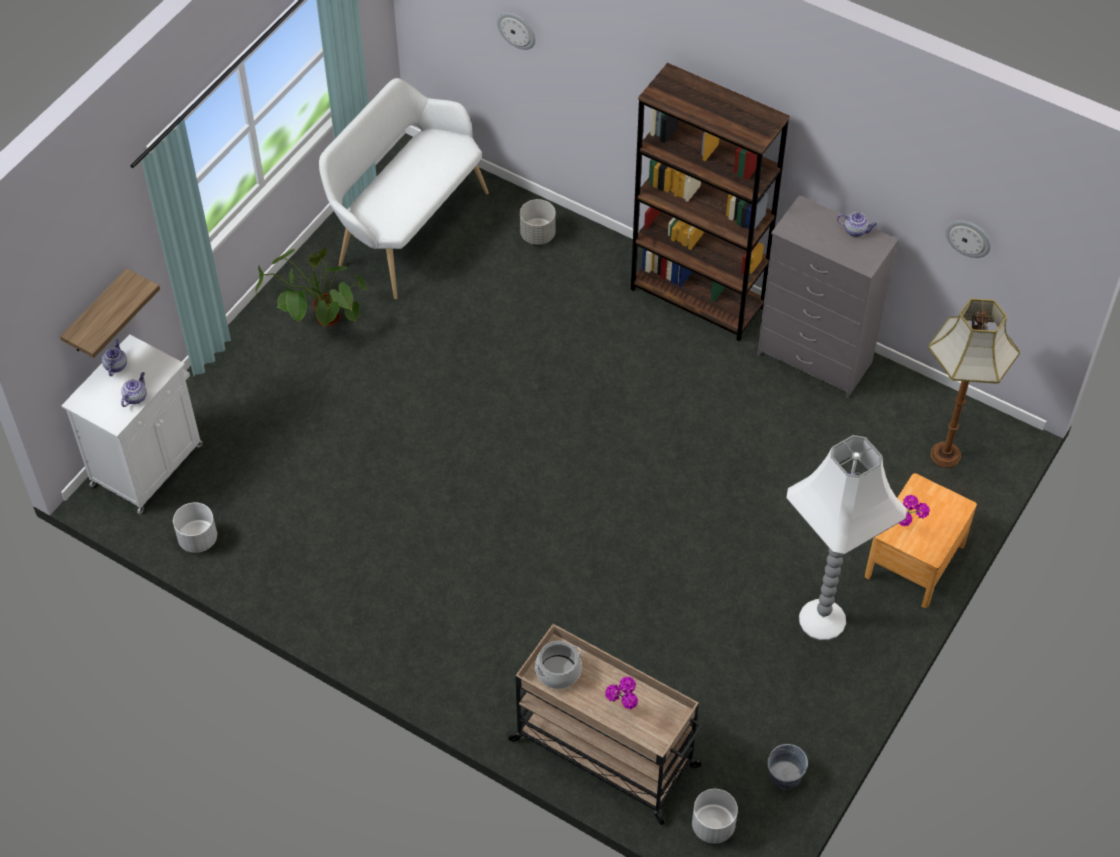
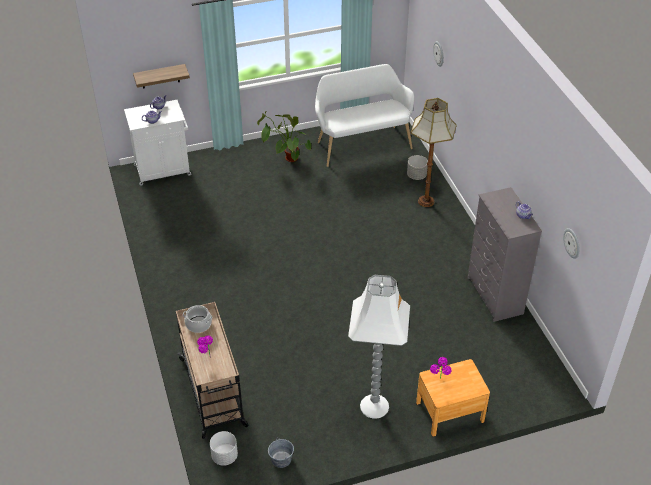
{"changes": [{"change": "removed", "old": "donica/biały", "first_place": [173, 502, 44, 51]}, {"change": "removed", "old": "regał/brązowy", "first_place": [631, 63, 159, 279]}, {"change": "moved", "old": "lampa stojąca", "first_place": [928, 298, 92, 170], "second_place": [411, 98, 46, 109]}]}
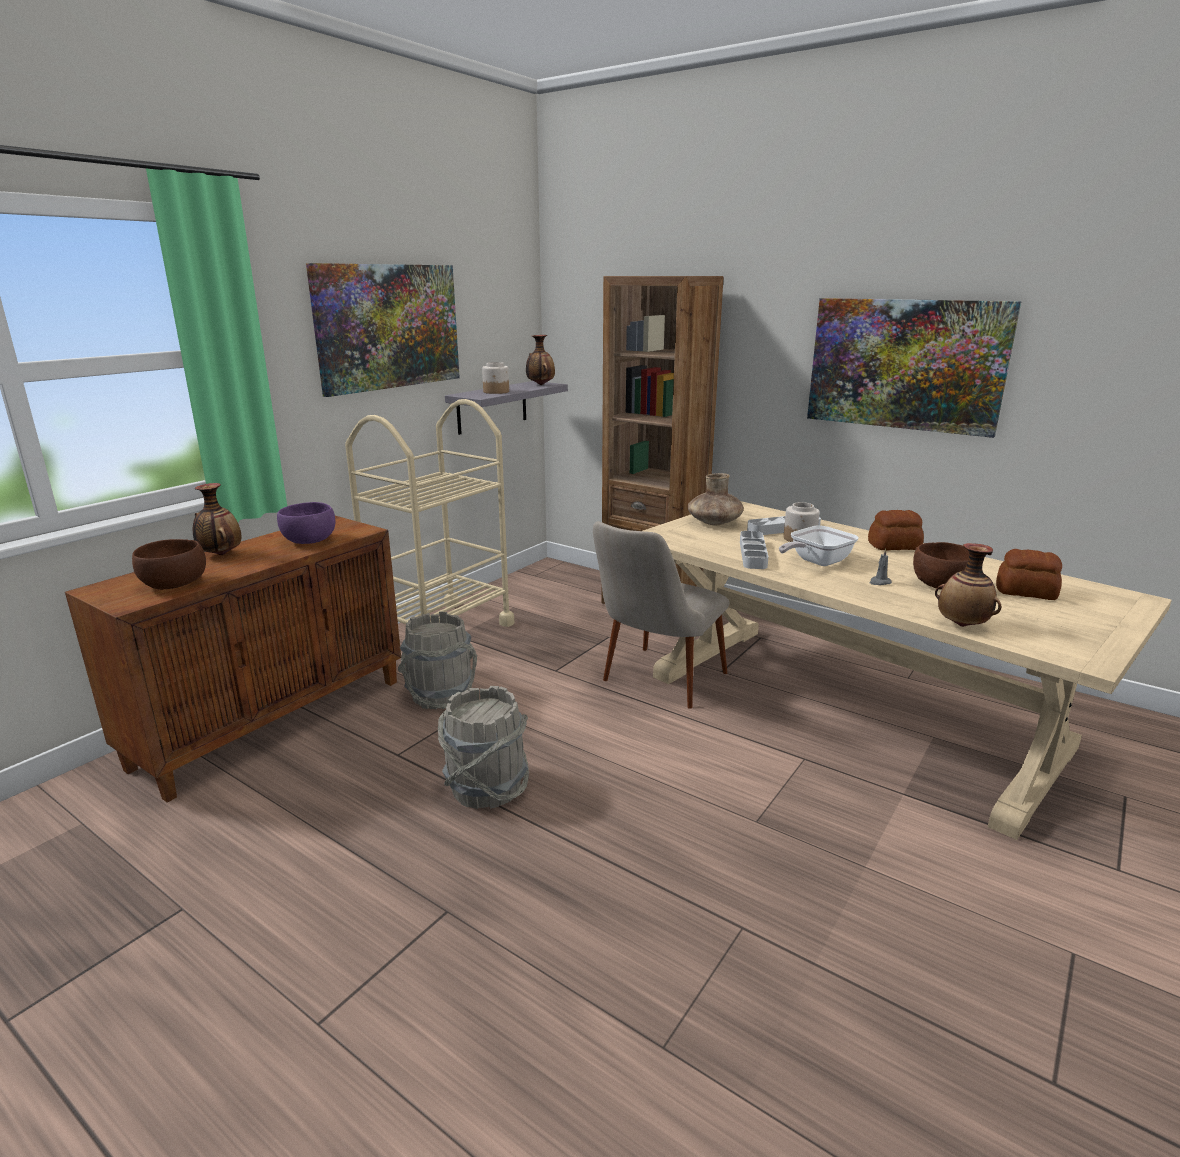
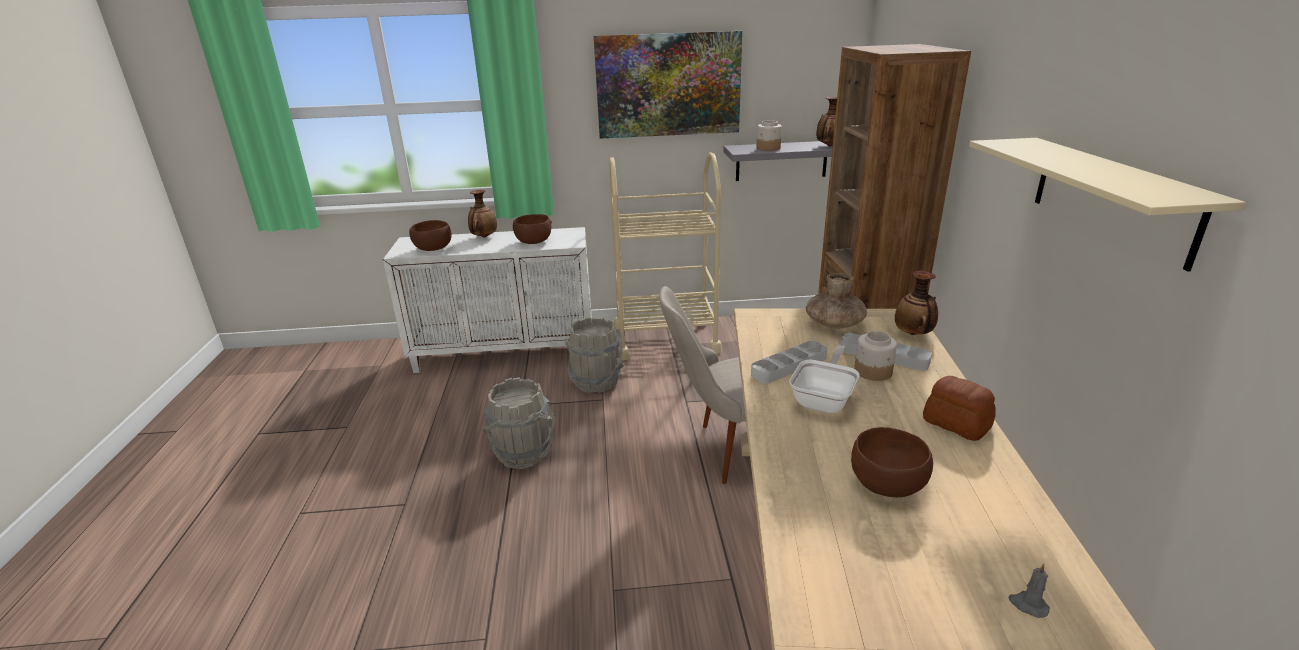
{"changes": [{"change": "recoloured", "old": "szafka/brązowy", "new": "szafka/biały", "first_place": [65, 516, 336, 287], "second_place": [383, 227, 209, 146]}, {"change": "recoloured", "old": "miska/fioletowy", "new": "miska/brązowy", "first_place": [277, 502, 58, 42], "second_place": [513, 214, 39, 30]}, {"change": "turned", "old": "patelnia", "first_place": [779, 526, 80, 40], "second_place": [789, 345, 70, 69], "degrees": 105}, {"change": "replaced", "old": "obraz", "new": "półka/beżowy", "first_place": [807, 298, 215, 140], "second_place": [969, 138, 278, 134]}, {"change": "moved", "old": "świeca/szary", "first_place": [869, 548, 23, 37], "second_place": [1008, 563, 42, 55]}, {"change": "moved", "old": "wazon", "first_place": [935, 543, 66, 84], "second_place": [895, 271, 43, 64]}, {"change": "removed", "old": "chleb", "first_place": [996, 549, 66, 51]}]}
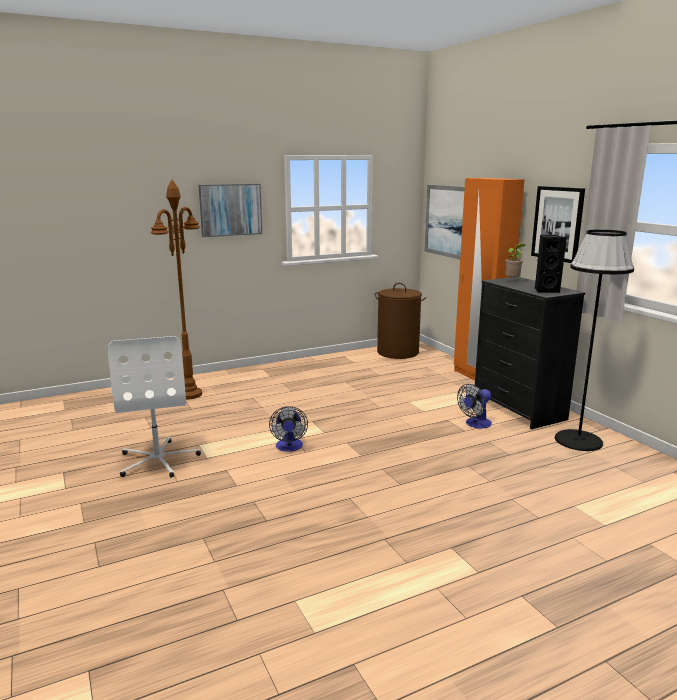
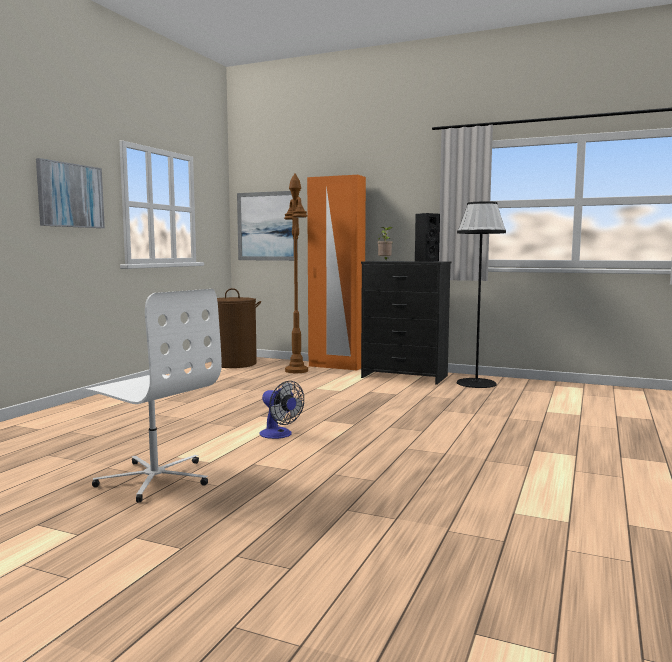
{"changes": [{"change": "moved", "old": "lampa stojąca/brązowy", "first_place": [151, 179, 51, 220], "second_place": [284, 174, 24, 199]}, {"change": "removed", "old": "wentylator", "first_place": [457, 384, 35, 44]}, {"change": "removed", "old": "obraz", "first_place": [531, 186, 54, 77]}]}
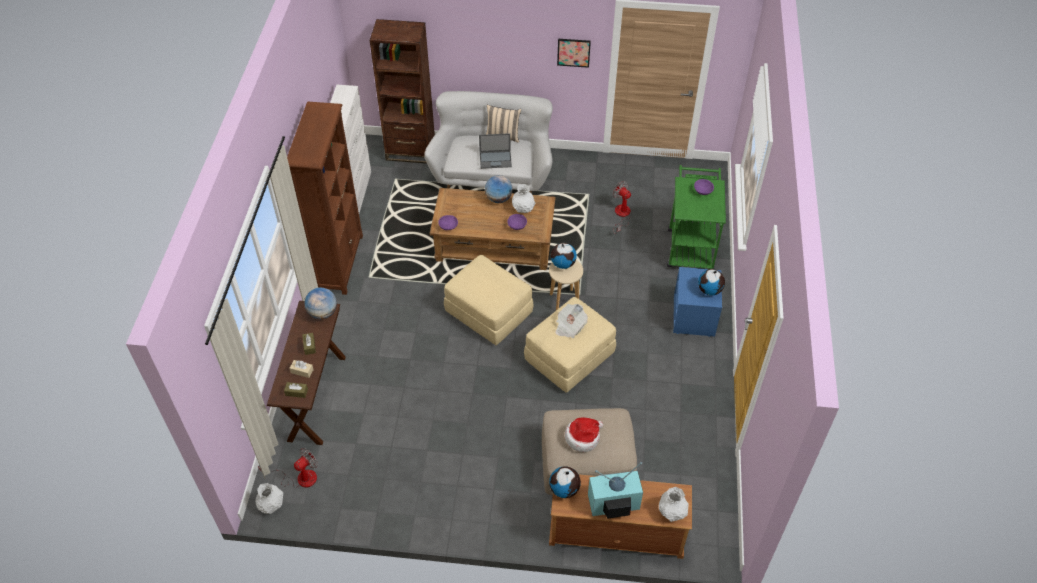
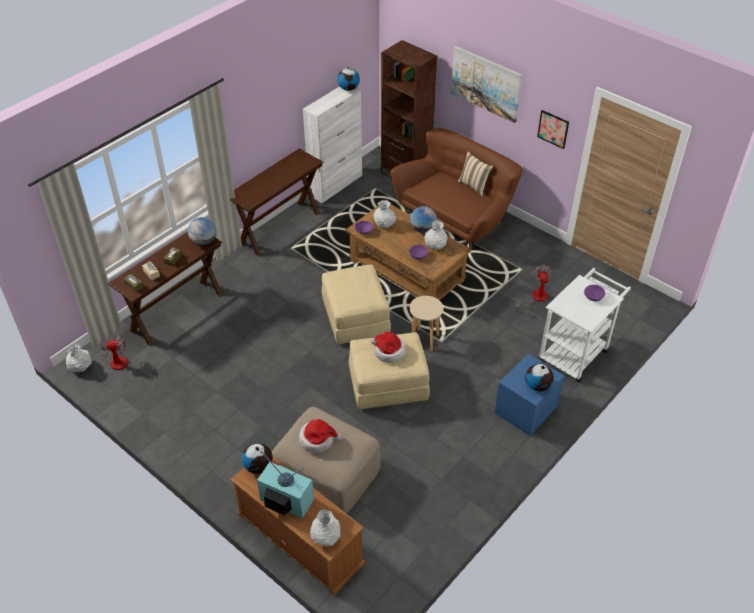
{"changes": [{"change": "replaced", "old": "regał/brązowy", "new": "stolik konsolowy/brązowy", "first_place": [287, 101, 76, 194], "second_place": [230, 149, 94, 107]}, {"change": "recoloured", "old": "kanapa/biały", "new": "kanapa/brązowy", "first_place": [425, 91, 128, 102], "second_place": [391, 128, 132, 120]}, {"change": "removed", "old": "laptop", "first_place": [479, 133, 33, 36]}, {"change": "moved", "old": "globus", "first_place": [551, 243, 26, 26], "second_place": [337, 66, 23, 25]}, {"change": "replaced", "old": "gazeta", "new": "kapelusz", "first_place": [555, 304, 33, 34], "second_place": [371, 332, 35, 31]}, {"change": "recoloured", "old": "wózek/zielony", "new": "wózek/biały", "first_place": [667, 165, 59, 104], "second_place": [539, 268, 92, 115]}, {"change": "added", "new": "wazon/biały", "second_place": [374, 200, 22, 29]}, {"change": "added", "new": "obraz", "second_place": [451, 46, 71, 77]}]}
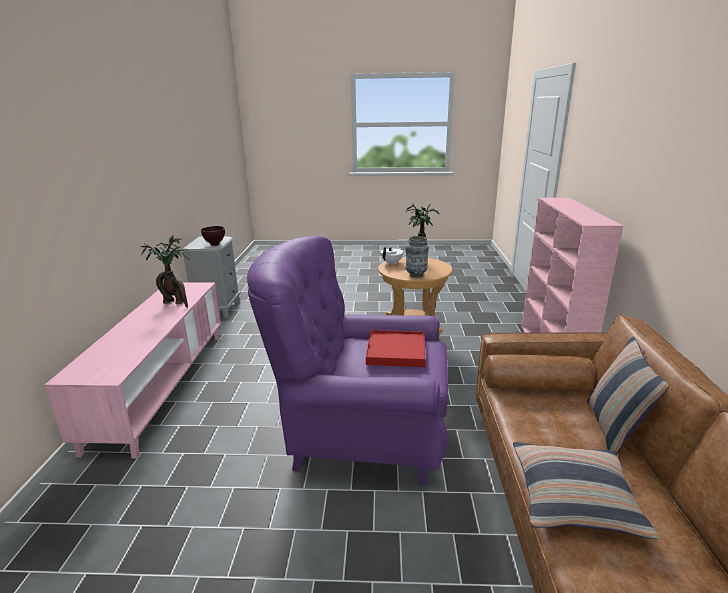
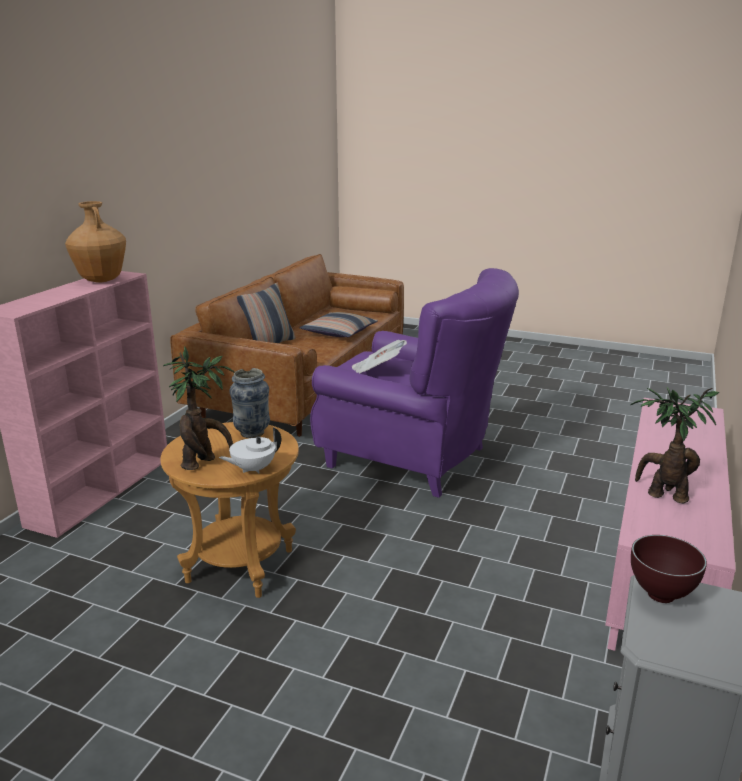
{"changes": [{"change": "replaced", "old": "taca/czerwony", "new": "gazeta", "first_place": [366, 330, 60, 37], "second_place": [352, 340, 55, 33]}, {"change": "added", "new": "wazon/brązowy", "second_place": [65, 201, 61, 82]}]}
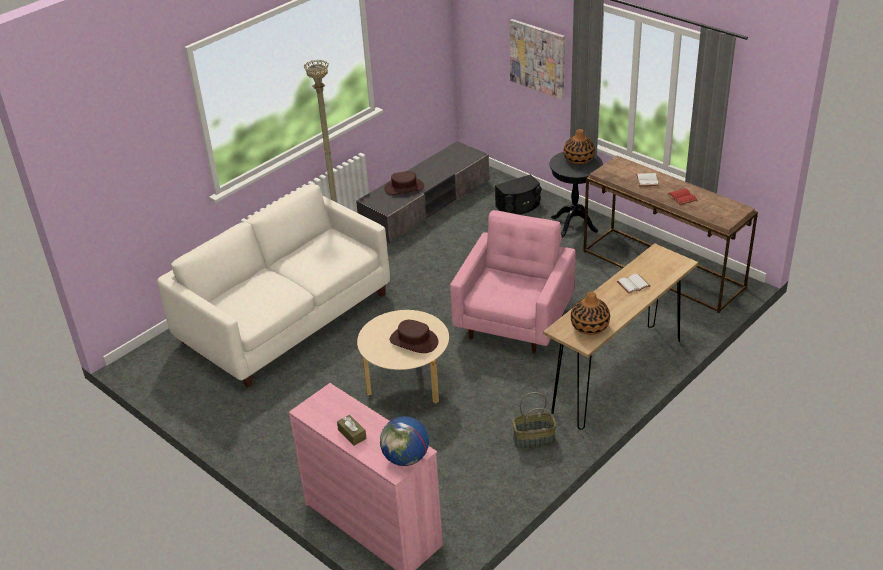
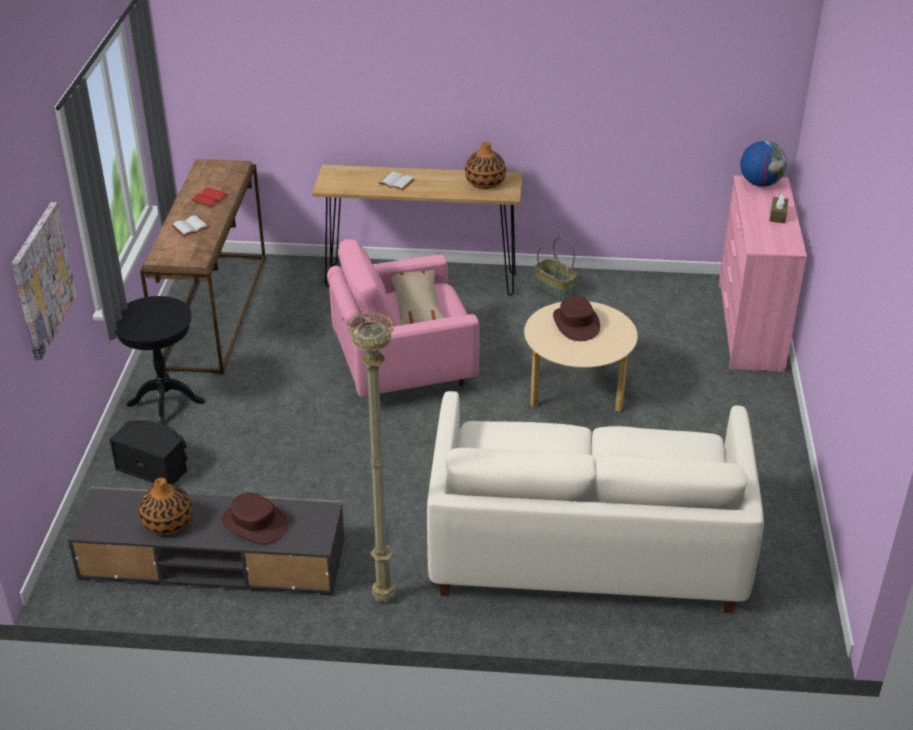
{"changes": [{"change": "moved", "old": "wazon", "first_place": [564, 129, 31, 35], "second_place": [139, 478, 53, 57]}, {"change": "added", "new": "poduszka/beżowy", "second_place": [391, 270, 54, 56]}]}
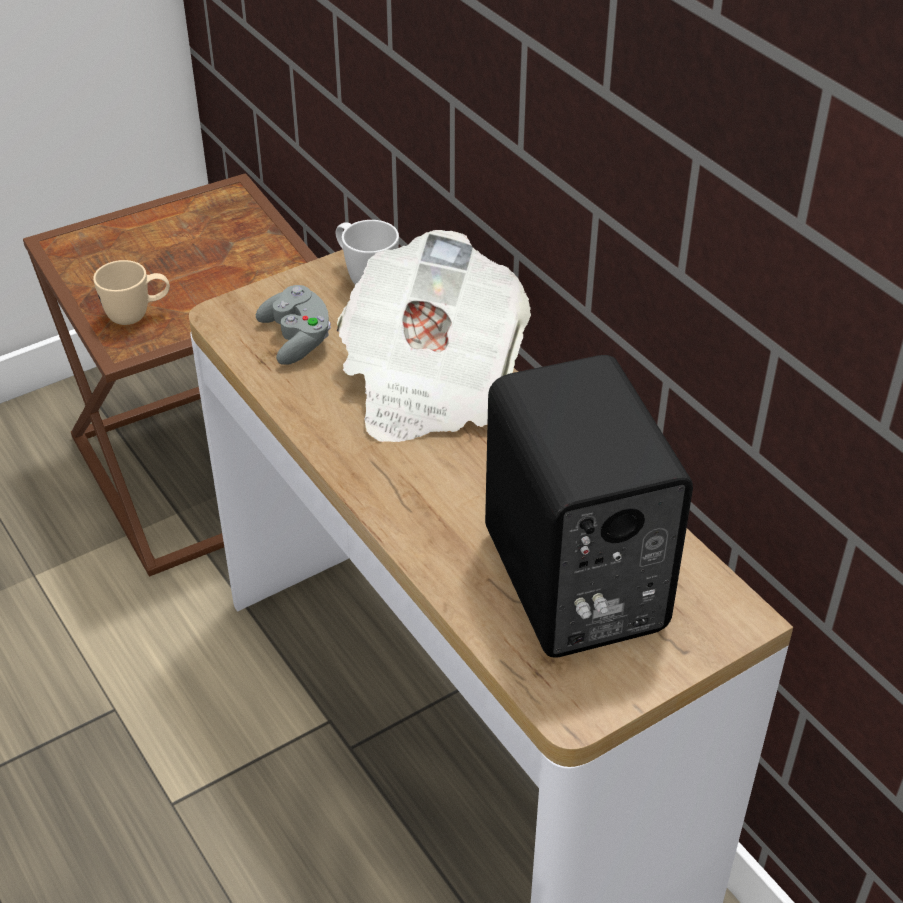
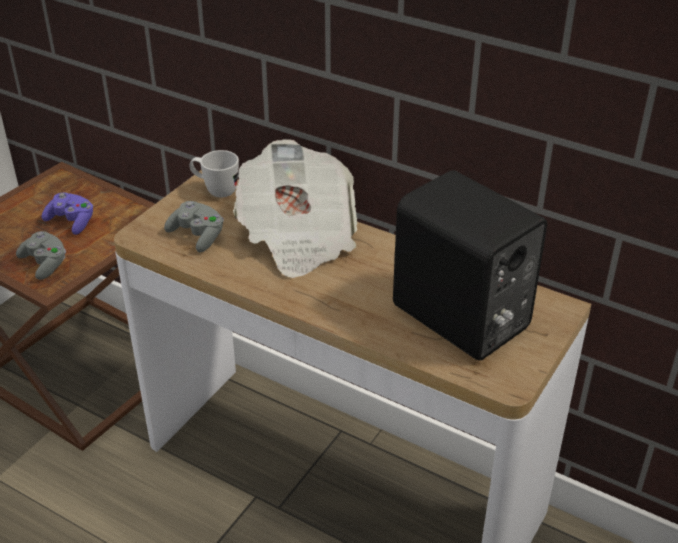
{"changes": [{"change": "replaced", "old": "kubek/beżowy", "new": "pad do gier/szary", "first_place": [93, 260, 77, 65], "second_place": [16, 231, 50, 49]}, {"change": "added", "new": "pad do gier/fioletowy", "second_place": [42, 192, 51, 43]}]}
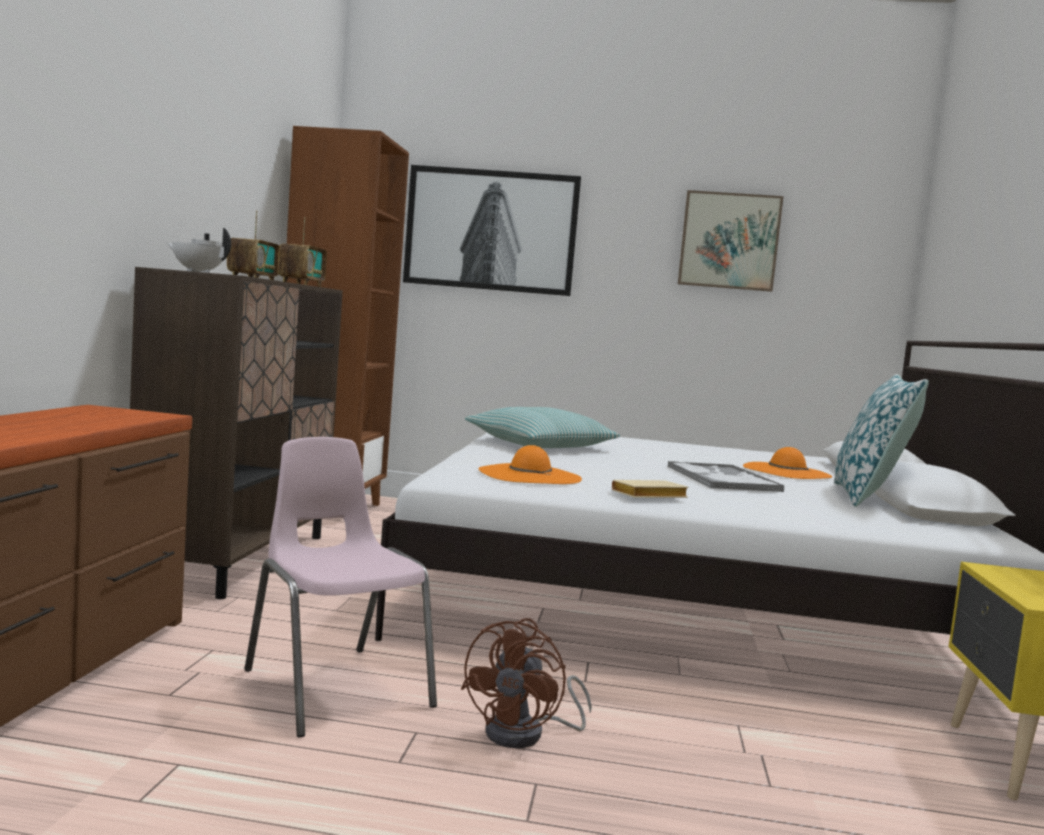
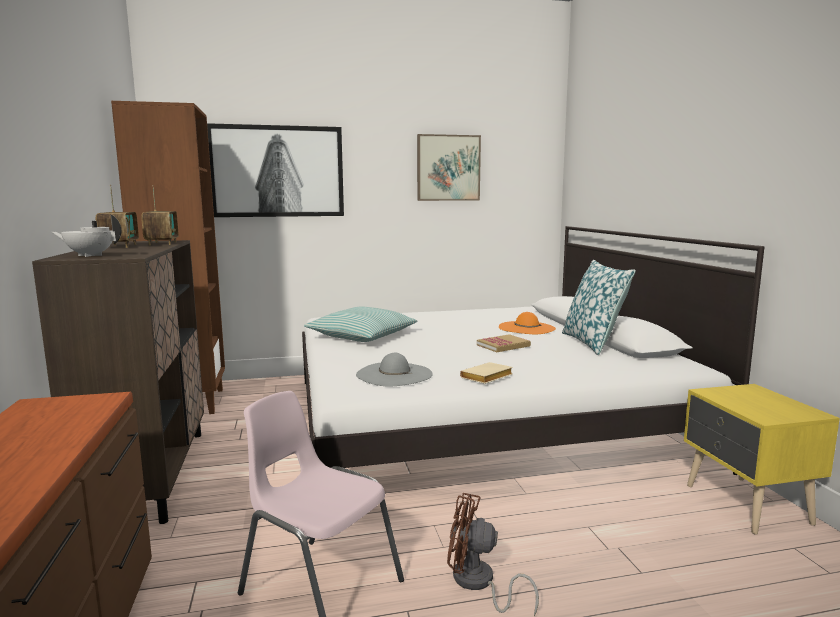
{"changes": [{"change": "turned", "old": "wentylator/brązowy", "first_place": [461, 618, 131, 130], "second_place": [447, 493, 92, 123], "degrees": 105}, {"change": "recoloured", "old": "kapelusz/pomarańczowy", "new": "kapelusz/szary", "first_place": [478, 445, 104, 39], "second_place": [356, 353, 77, 33]}, {"change": "replaced", "old": "taca", "new": "książka", "first_place": [668, 461, 116, 31], "second_place": [477, 334, 54, 18]}]}
